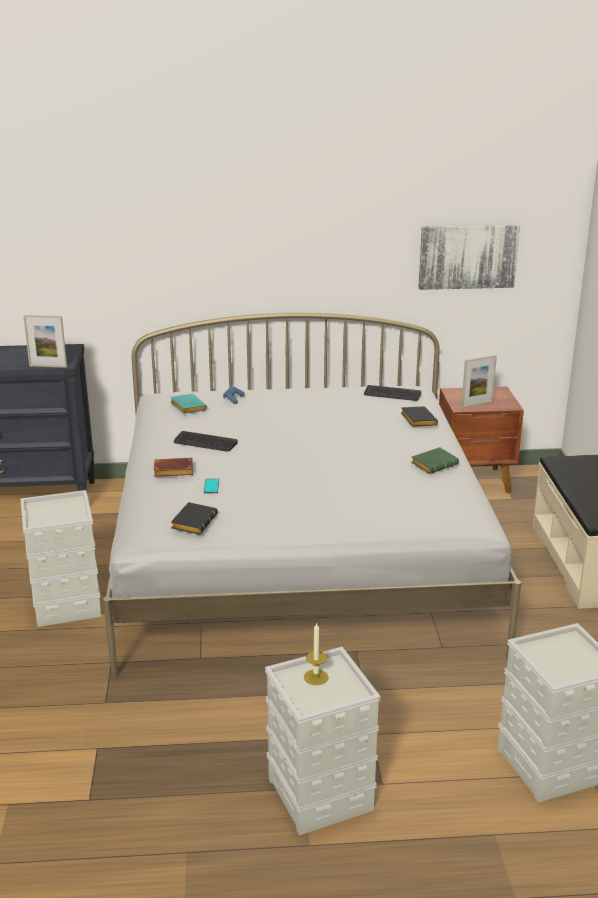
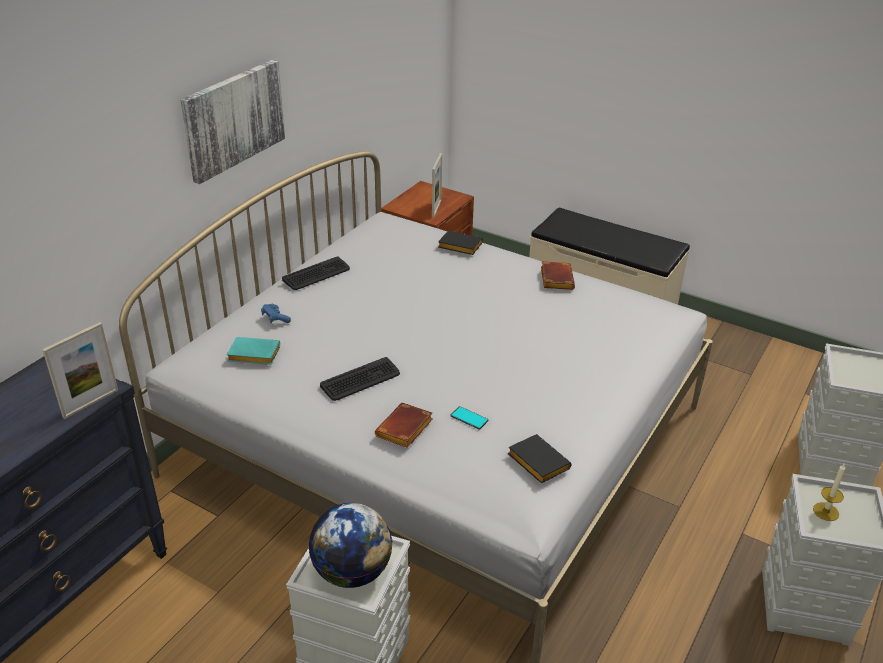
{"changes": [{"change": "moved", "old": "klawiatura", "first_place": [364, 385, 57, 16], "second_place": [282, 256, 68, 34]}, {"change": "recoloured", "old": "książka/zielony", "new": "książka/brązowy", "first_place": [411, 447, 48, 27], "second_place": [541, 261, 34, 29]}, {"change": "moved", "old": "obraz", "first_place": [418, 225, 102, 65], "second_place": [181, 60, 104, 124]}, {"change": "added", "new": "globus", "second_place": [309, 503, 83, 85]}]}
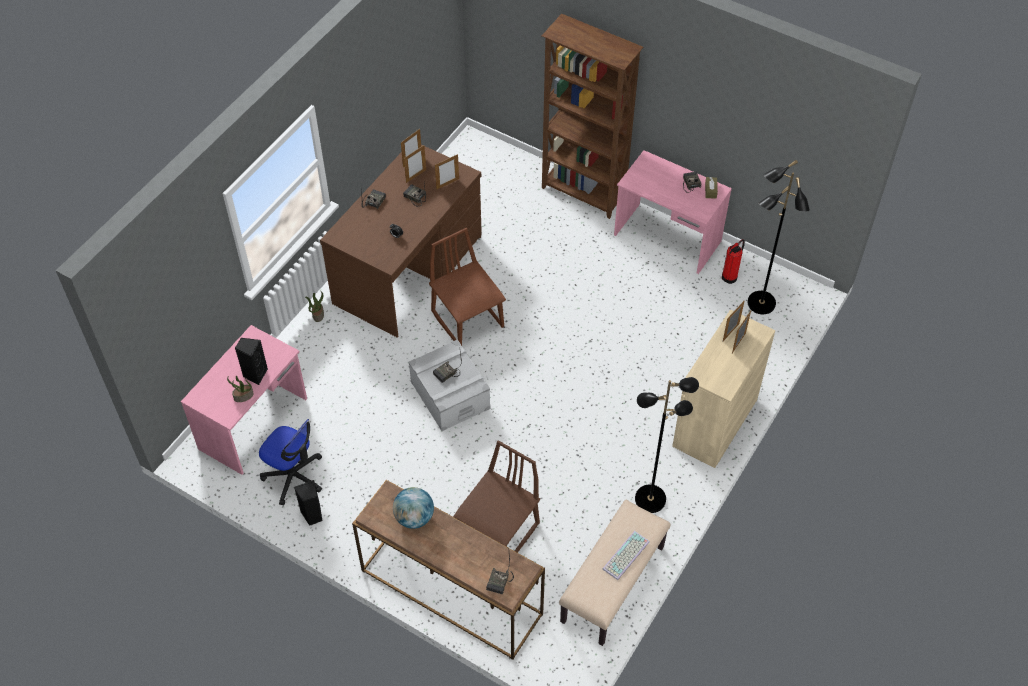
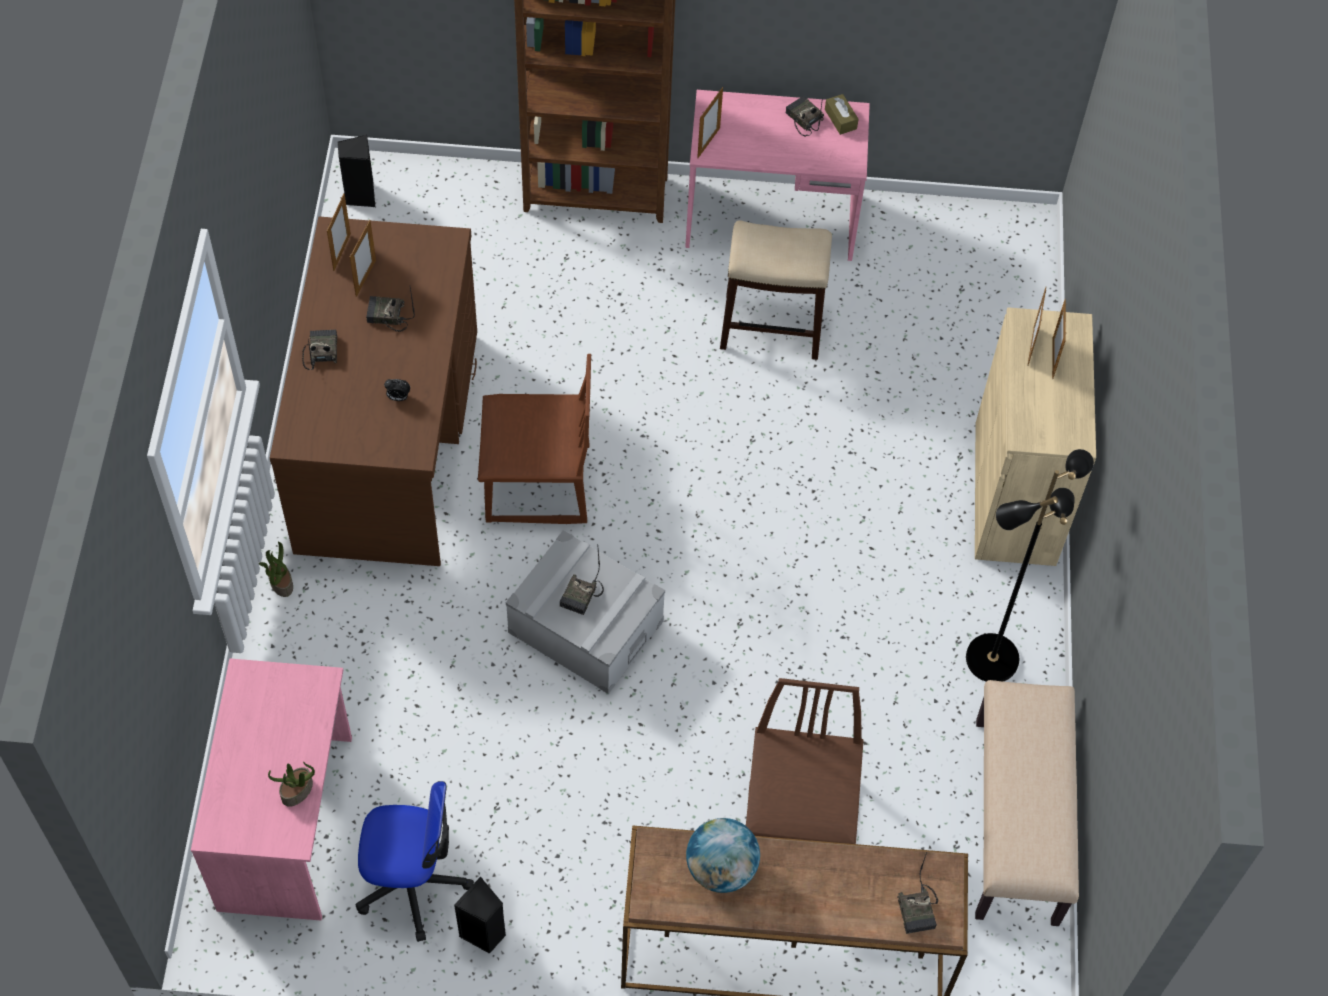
{"changes": [{"change": "moved", "old": "głośnik/czarny", "first_place": [235, 338, 33, 47], "second_place": [338, 135, 37, 72]}, {"change": "turned", "old": "krzesło/brązowy", "first_place": [429, 228, 77, 118], "second_place": [478, 354, 113, 170], "degrees": 150}, {"change": "moved", "old": "ramka na zdjęcie", "first_place": [435, 154, 24, 36], "second_place": [697, 87, 26, 71]}, {"change": "removed", "old": "klawiatura", "first_place": [602, 531, 47, 49]}, {"change": "removed", "old": "gaśnica", "first_place": [722, 239, 23, 45]}, {"change": "removed", "old": "lampa stojąca/czarny", "first_place": [748, 160, 62, 154]}, {"change": "added", "new": "stołek", "second_place": [720, 220, 112, 140]}]}
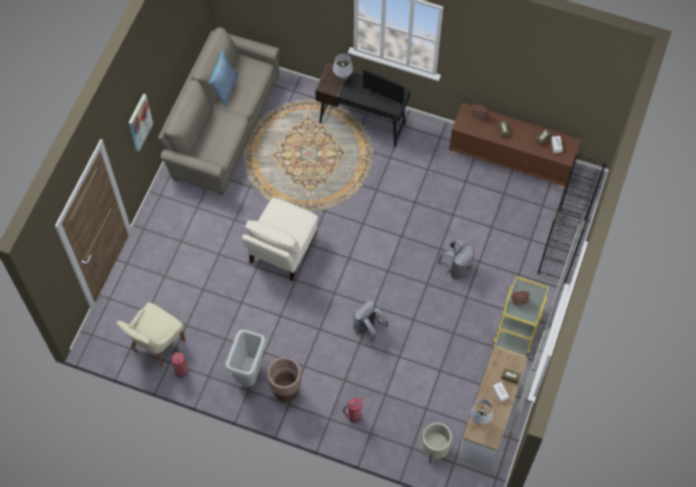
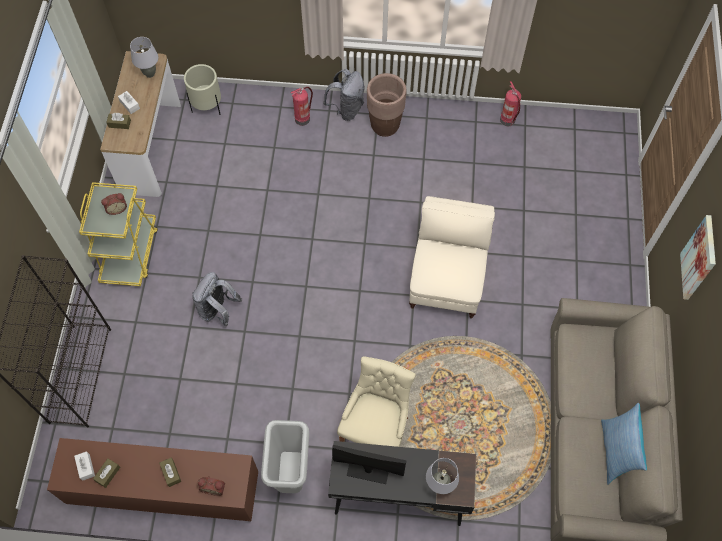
{"changes": [{"change": "moved", "old": "krzesło/beżowy", "first_place": [116, 302, 70, 65], "second_place": [337, 356, 79, 91]}, {"change": "moved", "old": "kosz na śmieci/szary", "first_place": [225, 330, 41, 56], "second_place": [261, 420, 48, 73]}, {"change": "moved", "old": "plecak/szary", "first_place": [353, 300, 36, 43], "second_place": [323, 69, 42, 52]}]}
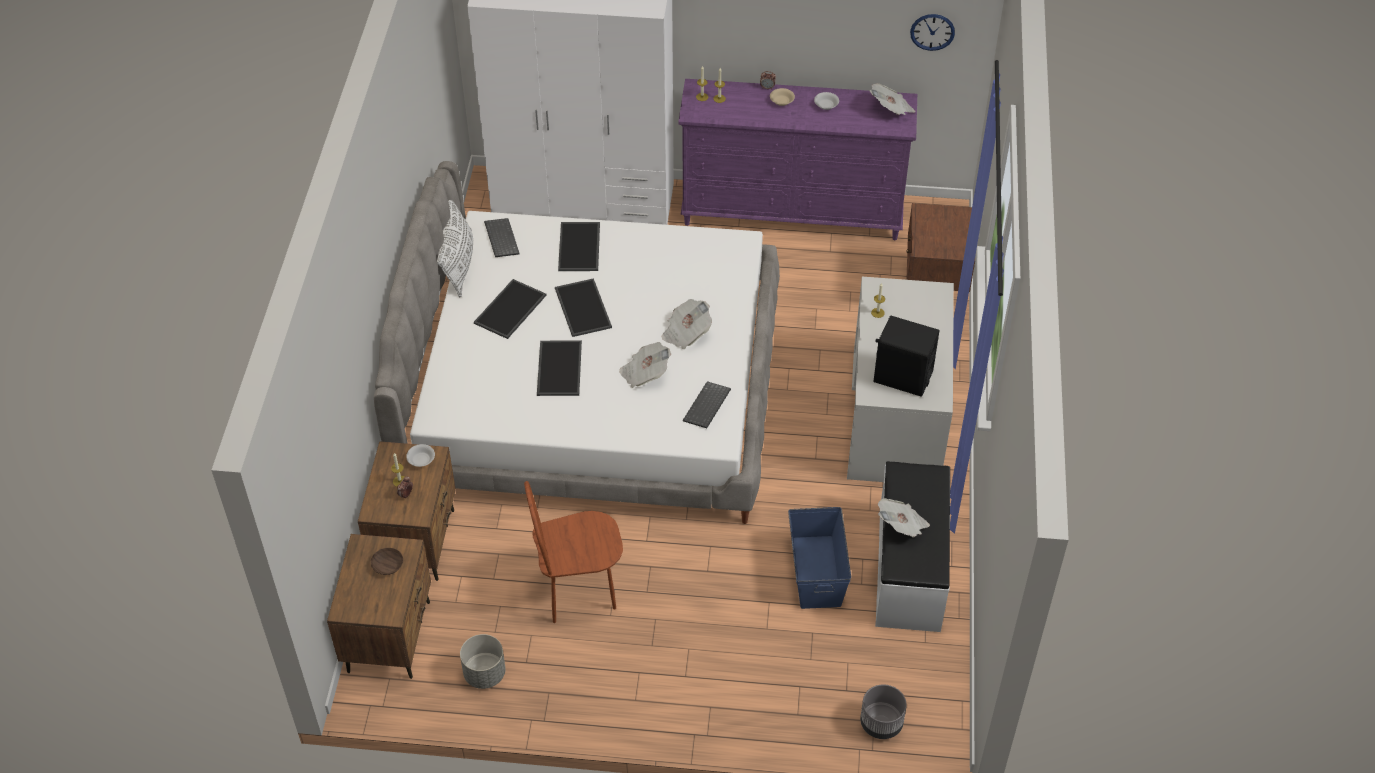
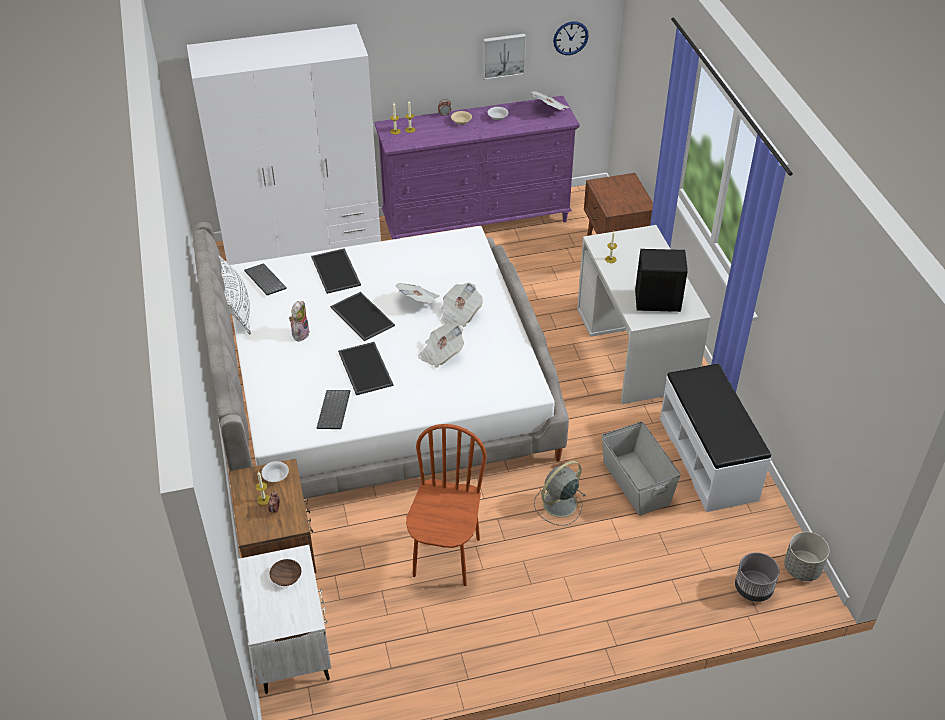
{"changes": [{"change": "recoloured", "old": "szafka nocna/brązowy", "new": "szafka nocna/biały", "first_place": [327, 534, 104, 145], "second_place": [238, 545, 93, 149]}, {"change": "moved", "old": "donica/szary", "first_place": [460, 634, 46, 55], "second_place": [784, 532, 45, 49]}, {"change": "replaced", "old": "taca", "new": "pluszak", "first_place": [474, 279, 73, 60], "second_place": [289, 301, 21, 41]}, {"change": "turned", "old": "krzesło/brązowy", "first_place": [524, 481, 99, 142], "second_place": [406, 424, 81, 162], "degrees": 135}, {"change": "moved", "old": "klawiatura", "first_place": [683, 381, 48, 47], "second_place": [317, 390, 33, 39]}, {"change": "recoloured", "old": "pojemnik do przechowywania/niebieski", "new": "pojemnik do przechowywania/szary", "first_place": [788, 507, 63, 102], "second_place": [602, 422, 79, 94]}, {"change": "moved", "old": "gazeta", "first_place": [878, 498, 52, 39], "second_place": [395, 283, 45, 21]}, {"change": "added", "new": "obraz", "second_place": [483, 34, 43, 46]}, {"change": "added", "new": "wentylator/szary", "second_place": [534, 461, 52, 65]}]}
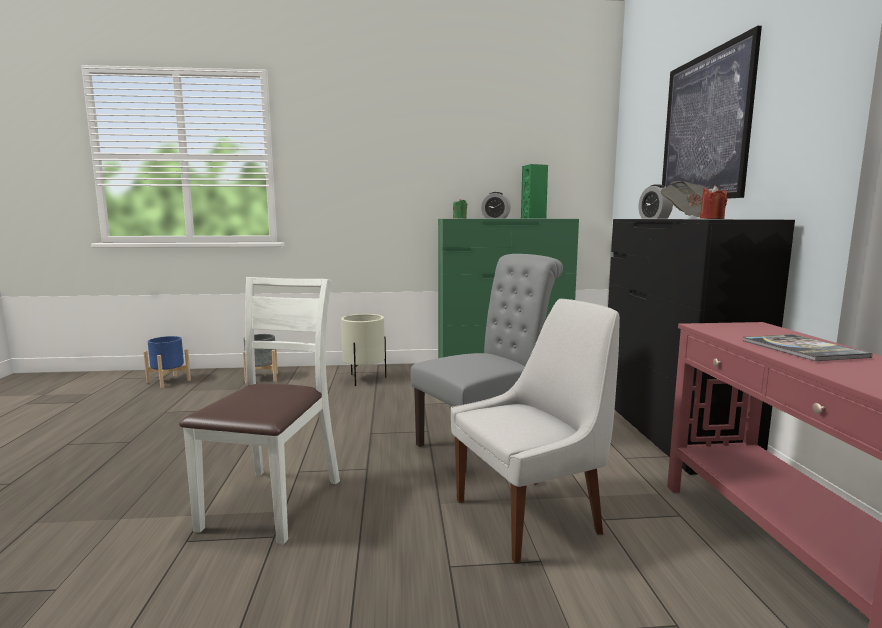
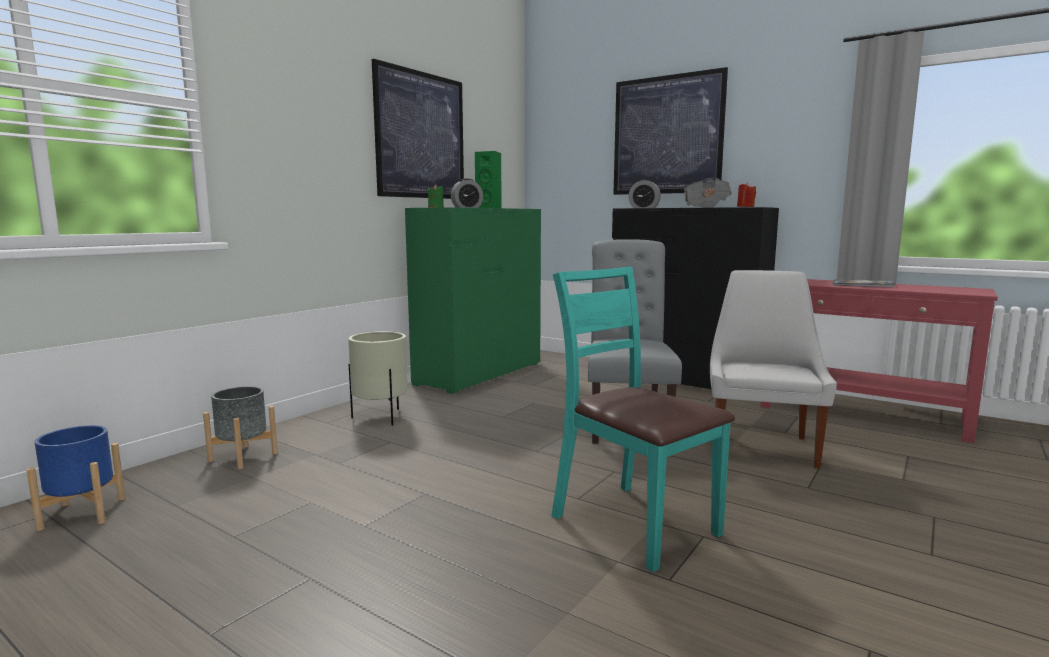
{"changes": [{"change": "recoloured", "old": "krzesło/biały", "new": "krzesło/turkusowy", "first_place": [179, 277, 161, 267], "second_place": [551, 267, 184, 305]}, {"change": "added", "new": "obraz", "second_place": [372, 59, 92, 140]}]}
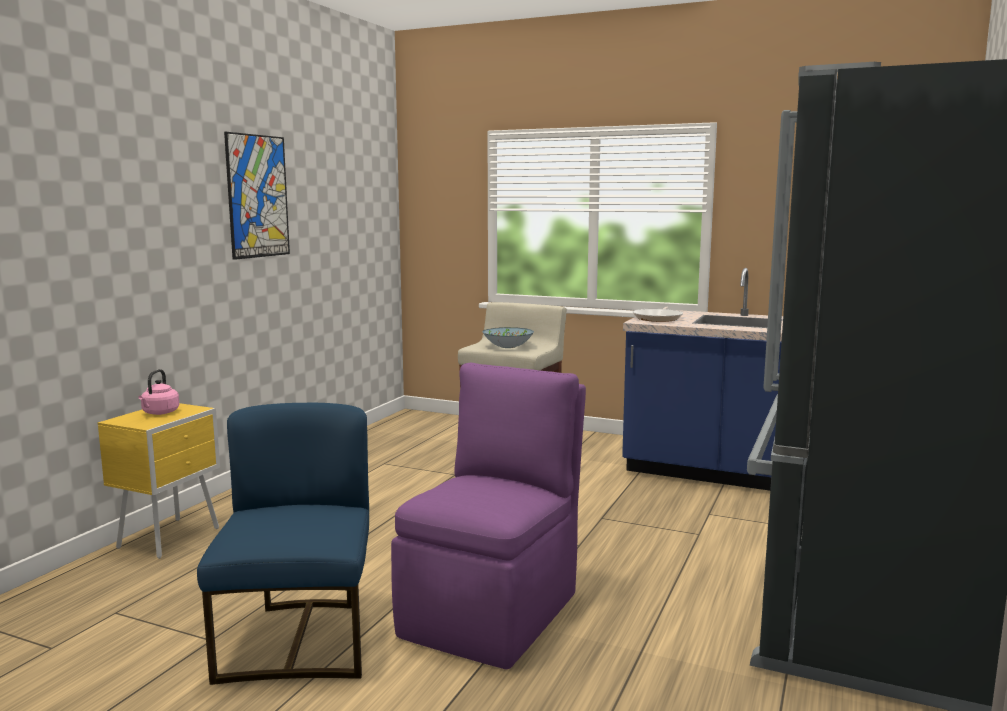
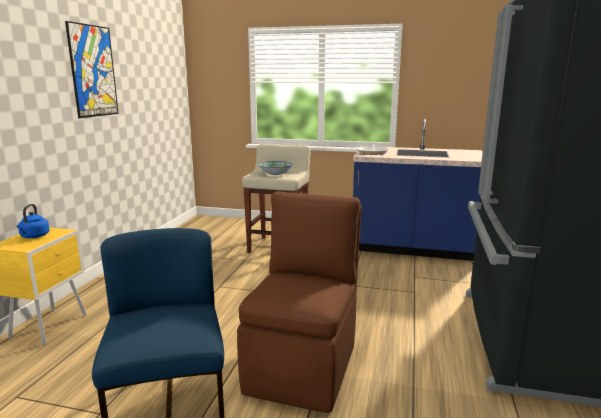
{"changes": [{"change": "recoloured", "old": "czajnik/różowy", "new": "czajnik/niebieski", "first_place": [138, 369, 41, 46], "second_place": [17, 204, 32, 34]}, {"change": "recoloured", "old": "krzesło/fioletowy", "new": "krzesło/brązowy", "first_place": [391, 363, 195, 306], "second_place": [237, 191, 125, 222]}]}
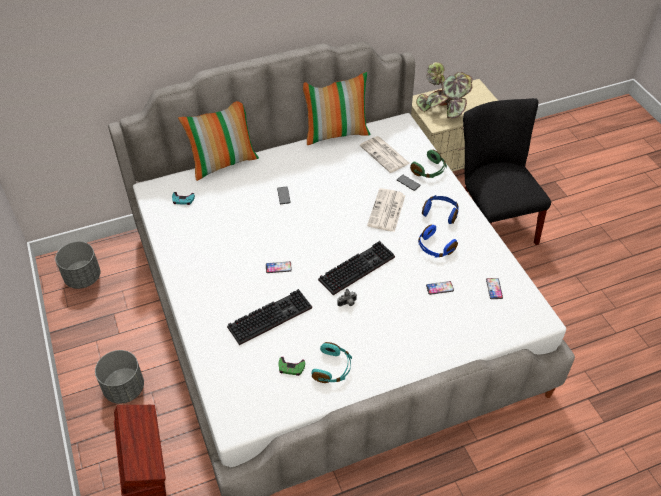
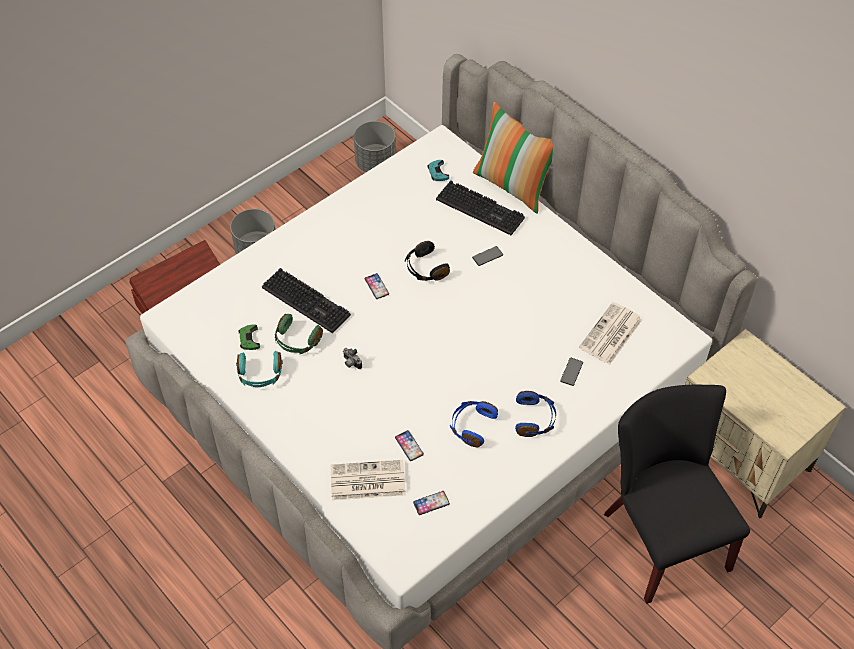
{"changes": [{"change": "removed", "old": "poduszka", "first_place": [303, 72, 68, 73]}, {"change": "moved", "old": "klawiatura", "first_place": [318, 241, 77, 54], "second_place": [436, 180, 89, 55]}, {"change": "moved", "old": "gazeta", "first_place": [367, 188, 39, 44], "second_place": [331, 460, 75, 40]}, {"change": "moved", "old": "słuchawki/zielony", "first_place": [410, 150, 37, 28], "second_place": [275, 314, 48, 40]}, {"change": "removed", "old": "roślina doniczkowa", "first_place": [416, 62, 57, 57]}, {"change": "turned", "old": "krzesło/czarny", "first_place": [463, 98, 88, 147], "second_place": [604, 385, 146, 219], "degrees": -75}, {"change": "added", "new": "słuchawki/czarny", "second_place": [405, 241, 45, 40]}]}
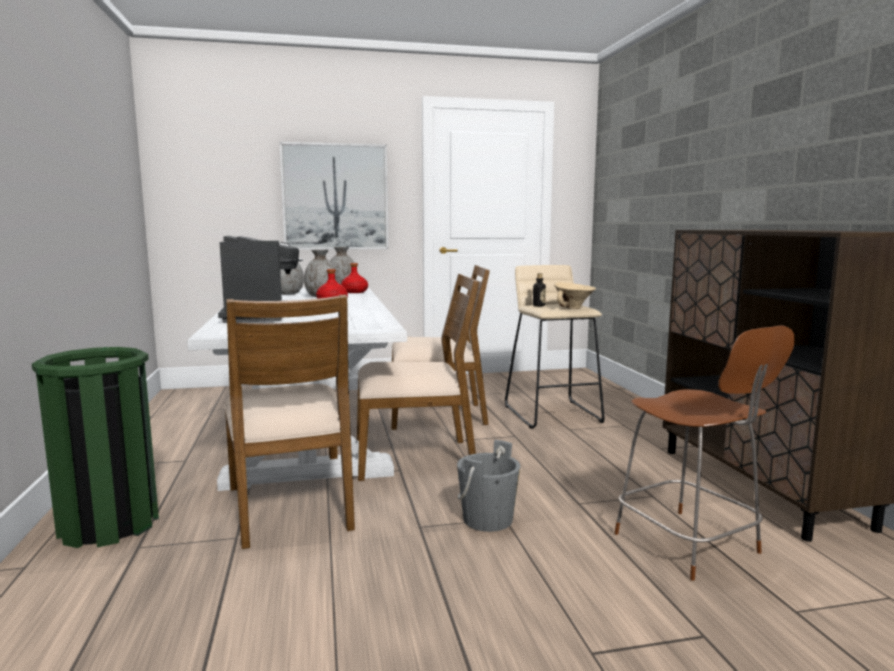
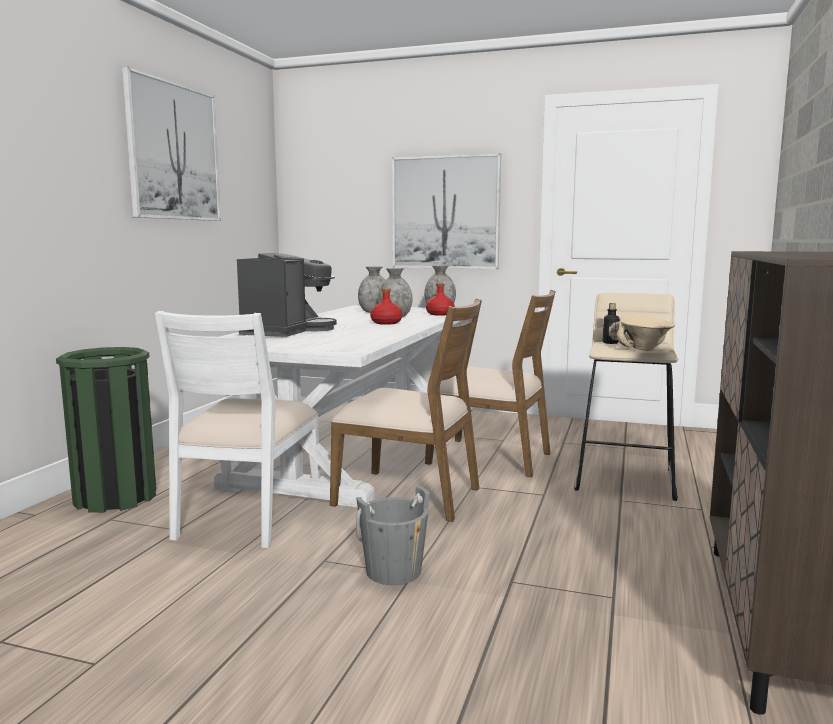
{"changes": [{"change": "recoloured", "old": "krzesło/brązowy", "new": "krzesło/biały", "first_place": [224, 295, 131, 254], "second_place": [155, 311, 166, 237]}, {"change": "removed", "old": "stołek/brązowy", "first_place": [614, 325, 181, 256]}, {"change": "added", "new": "obraz", "second_place": [122, 66, 99, 155]}]}
